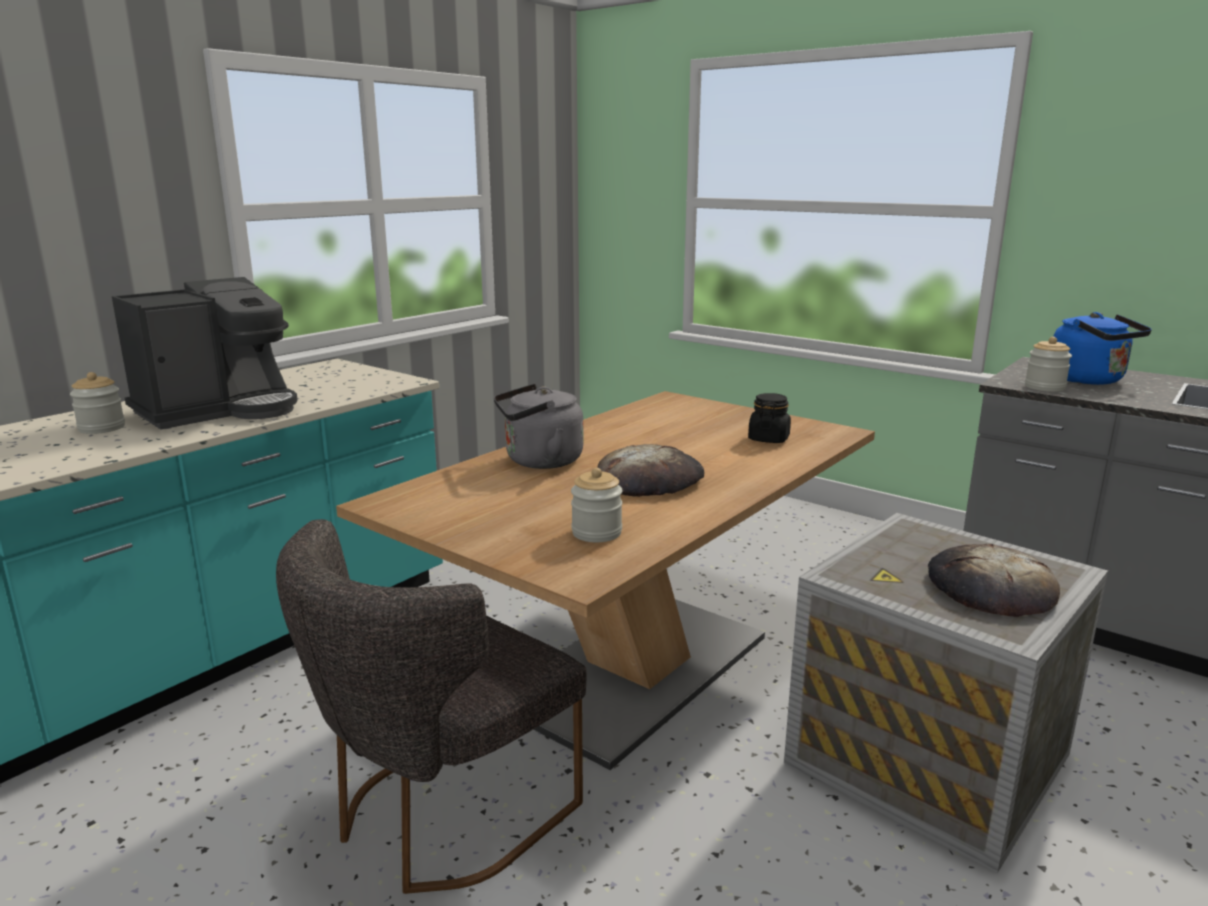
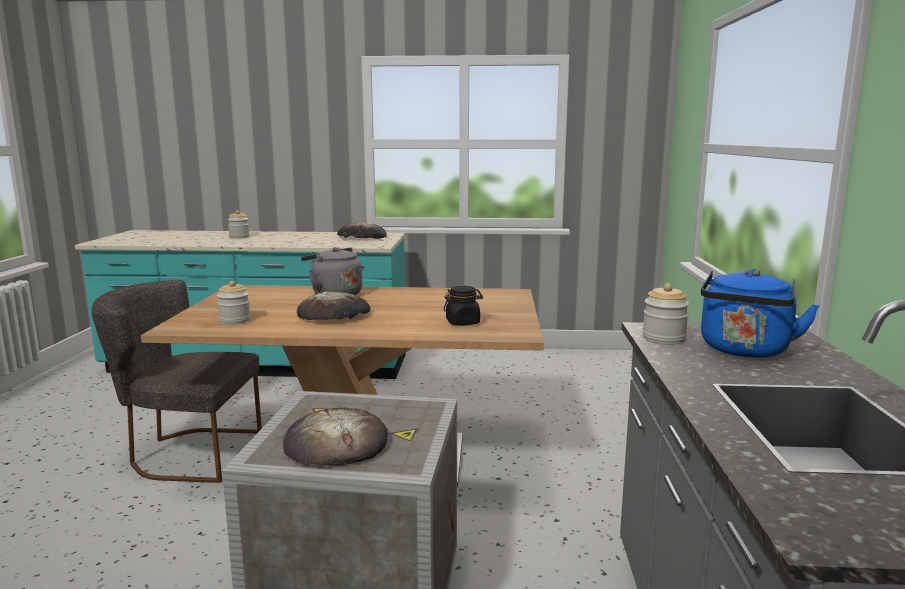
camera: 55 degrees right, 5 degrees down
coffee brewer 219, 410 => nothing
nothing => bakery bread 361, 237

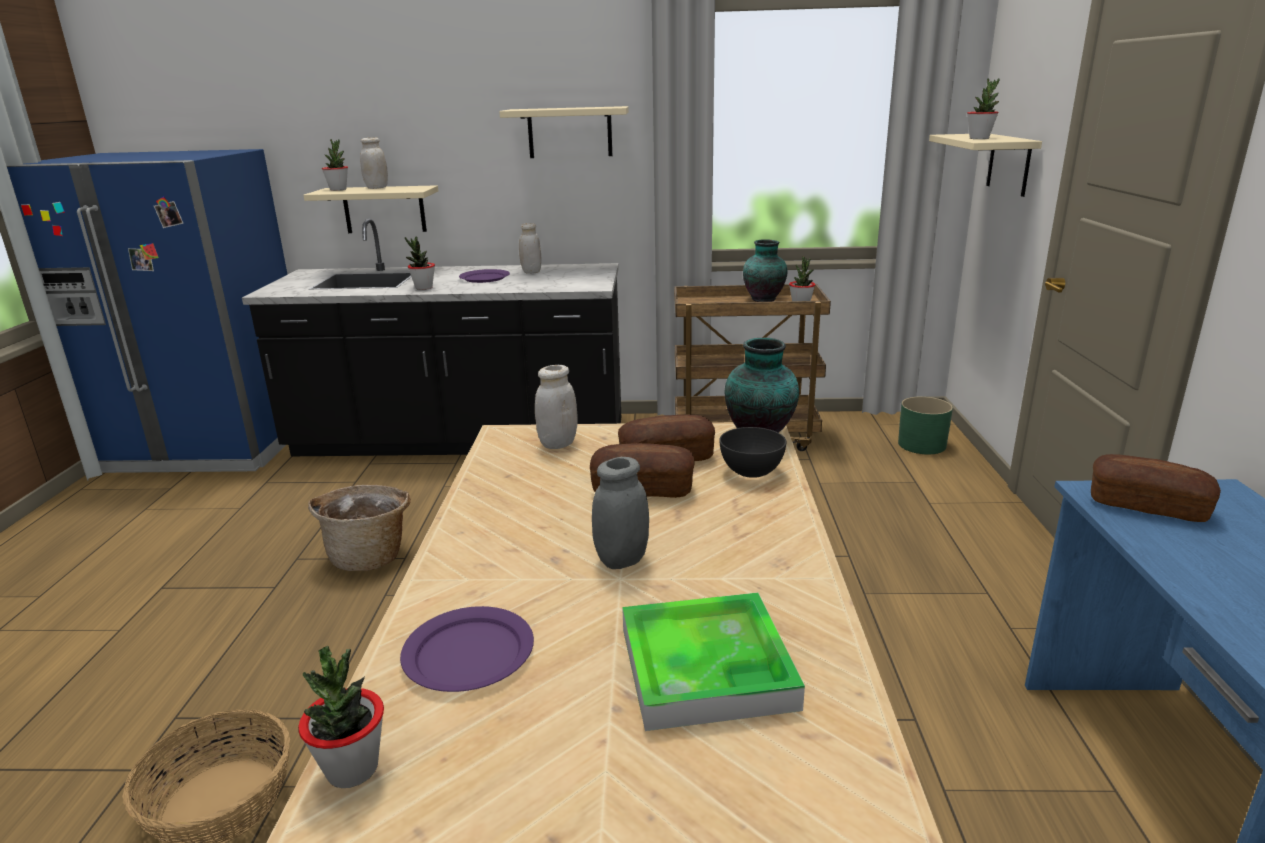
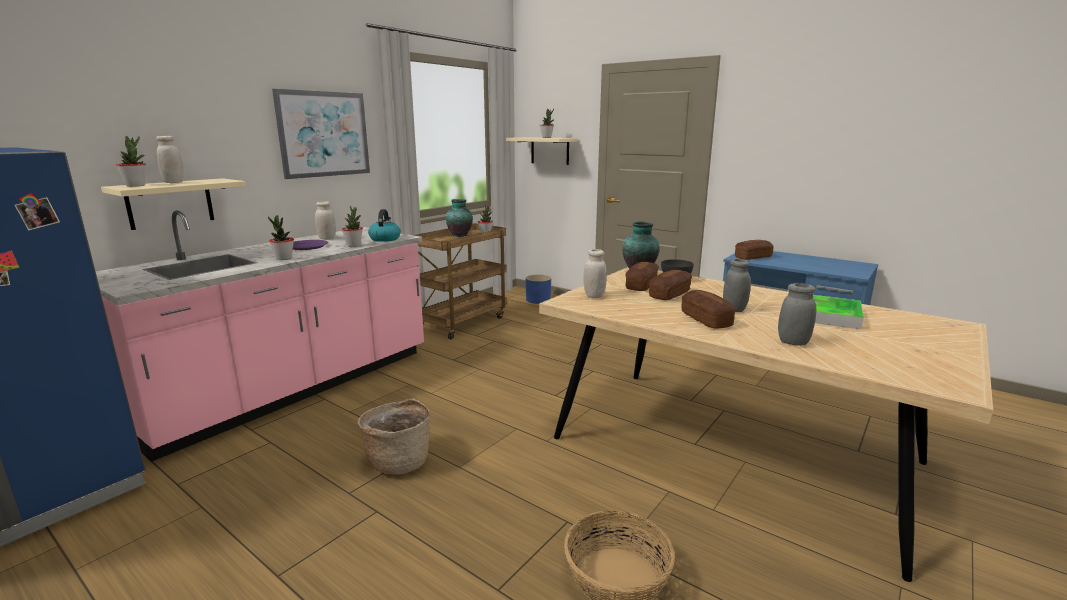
camera: 55 degrees left, 5 degrees down
shelf in sand-coloured 570, 132 => picture 324, 134
kitchen counter in blackish 461, 440 => kitchen counter in pink 293, 388
flower pot in greenish 922, 445 => flower pot in blue 538, 300
dinner plate in purplish 469, 653 => preserve jar in gray 793, 342
houseplant 352, 769 => houseplant 354, 245, moved
nothing => kettle 385, 239
nothing => bakery bread 706, 320

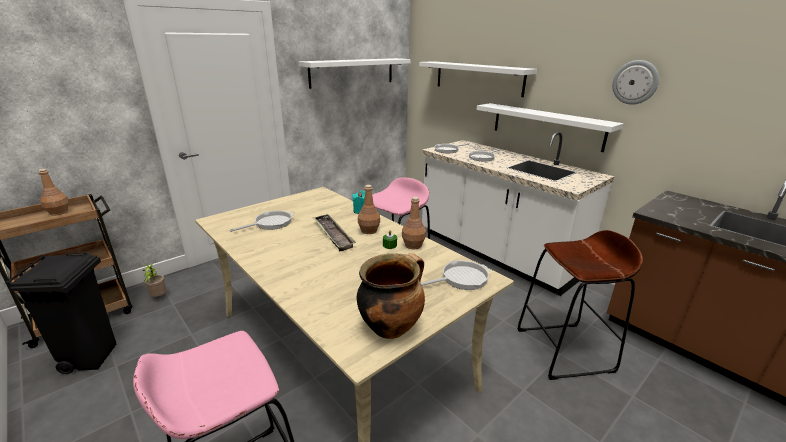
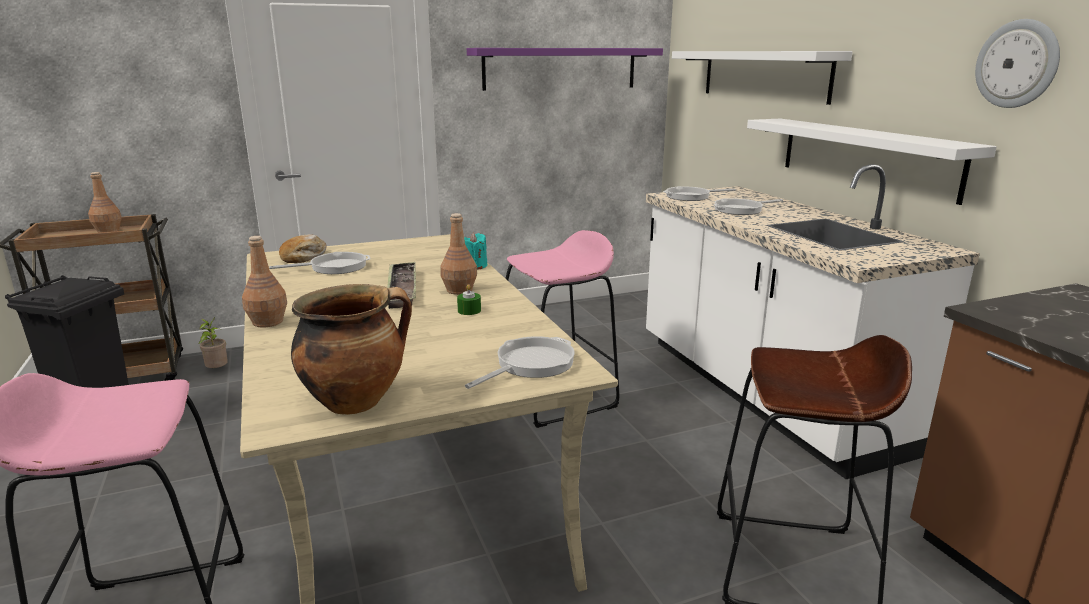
camera: 20 degrees right, 5 degrees down
shelf in white-coloured 352, 72 => shelf in purplish 560, 68
bottle in brown 413, 245 => bottle in brown 268, 322, moved
frying pan 461, 278 => frying pan 531, 364, 45 degrees counterclockwise
nothing => bakery bread 304, 257

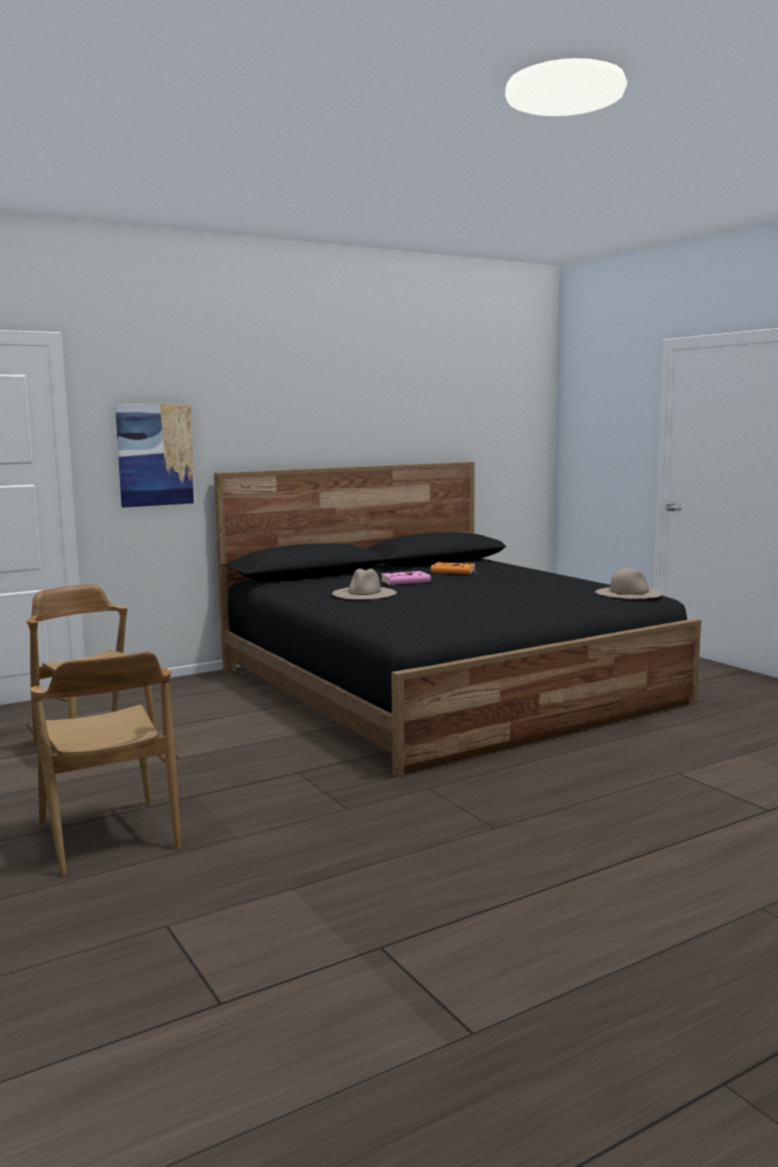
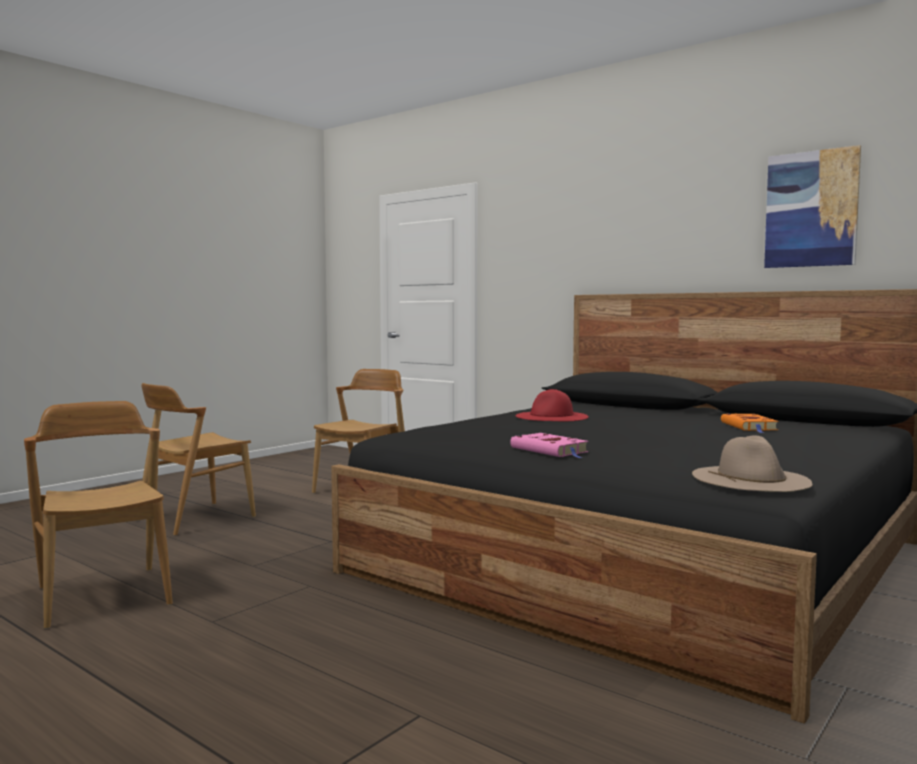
camera: 70 degrees right, 5 degrees down
picture 155, 455 => picture 811, 209, moved
clothing hat in sand-coloured 364, 593 => clothing hat in red 551, 416
bound book in pink 407, 581 => bound book in pink 551, 450, moved
nothing => chair in brown 104, 595

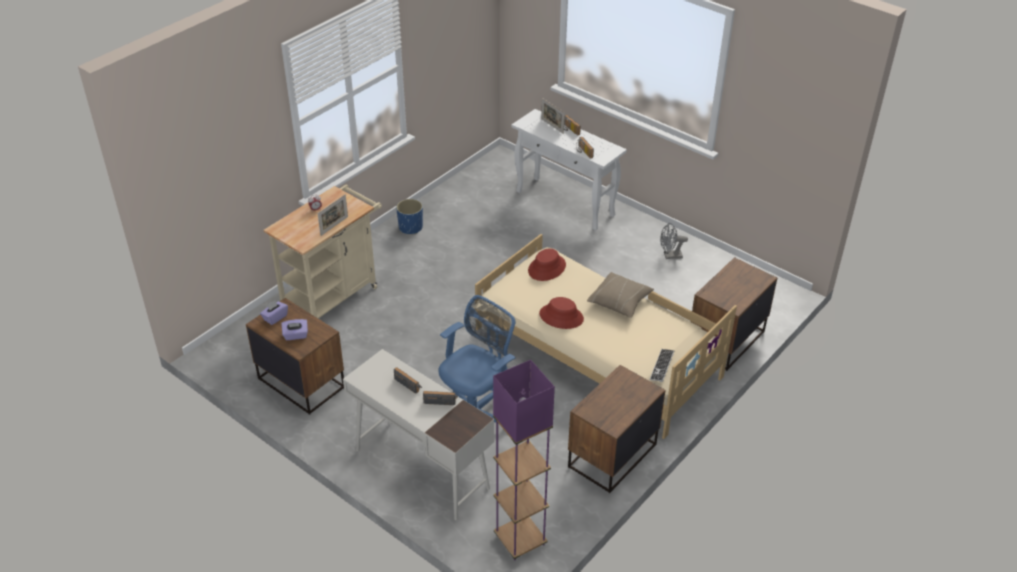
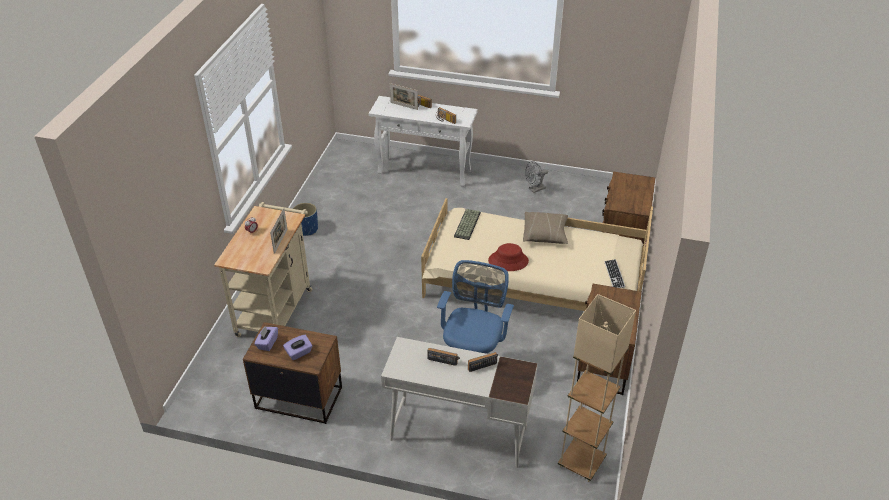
camera: 25 degrees left, 0 degrees up
clothing hat in red 547, 268 => PC keyboard 468, 225
standing lamp in purplish 520, 540 => standing lamp in sand-coloured 581, 462

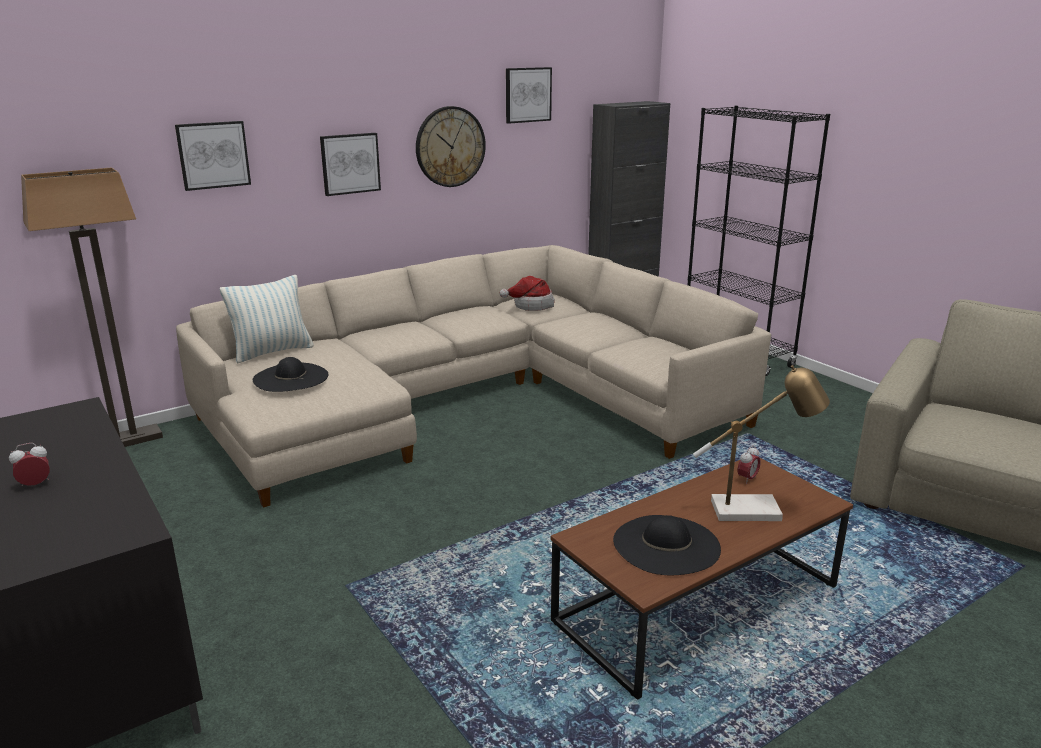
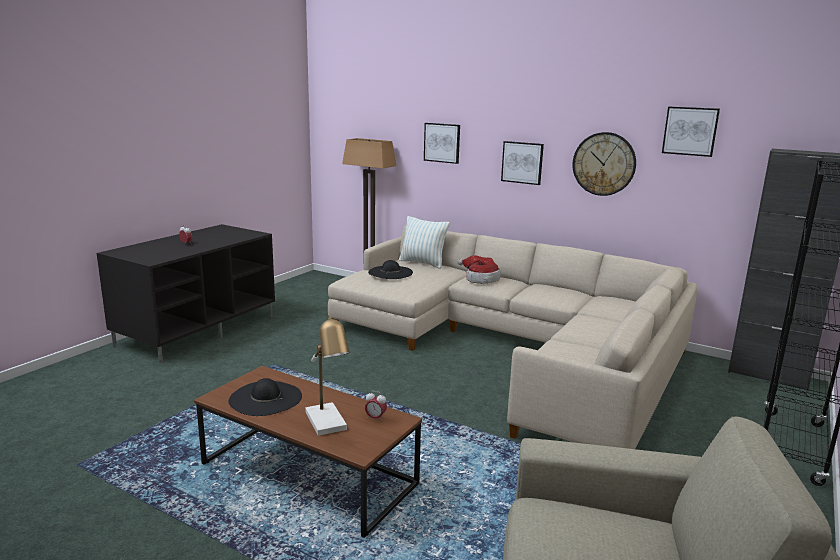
camera: 65 degrees right, 5 degrees down
clothing hat 531, 305 => clothing hat 480, 279, moved

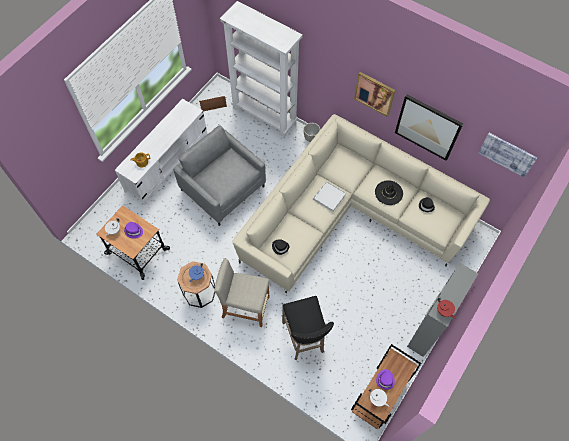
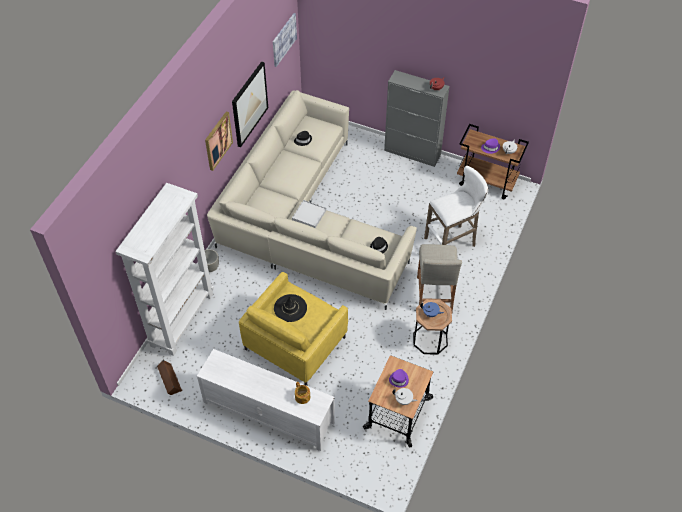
camera: 100 degrees left, 10 degrees down
lounge chair in gray 223, 188 => lounge chair in yellowish 295, 343
clothing hat in blackish 388, 193 => clothing hat in blackish 290, 308, moved
stool in blackish 304, 339 => stool in white-coloured 452, 241

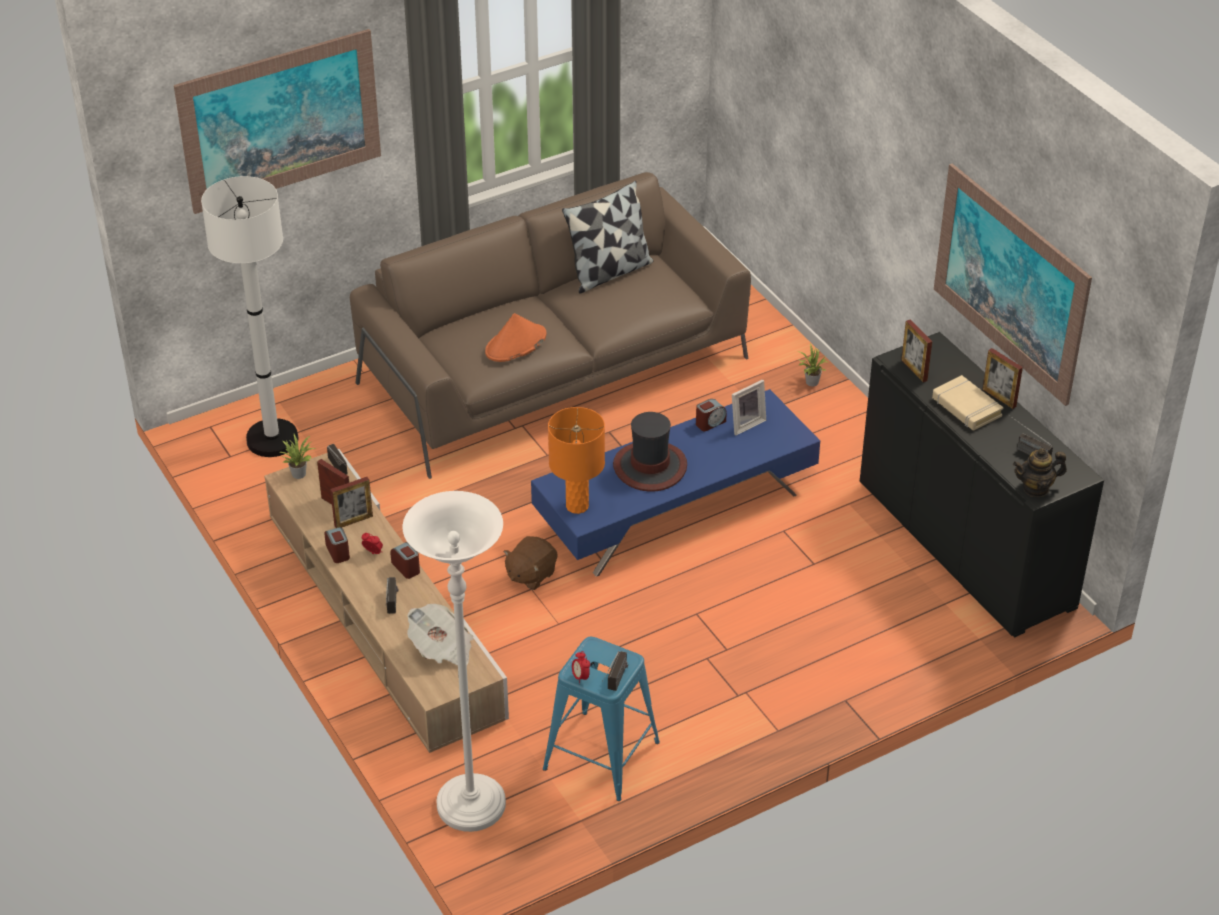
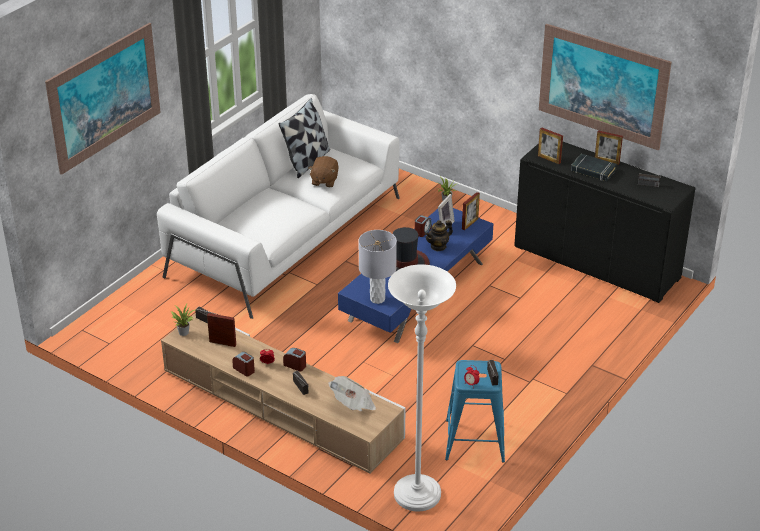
camera: 25 degrees left, 5 degrees down
sofa in brown 553, 370 => sofa in white-coloured 285, 236
standing lamp in white-coloured 272, 440 => nothing
clothing hat in orange 515, 344 => nothing
bound book in sand-coloured 966, 407 => bound book in blackish 593, 170
lamp for a table in orange 577, 506 => lamp for a table in gray 377, 299
tea pot 1036, 488 => tea pot 438, 246, moved
picture frame 353, 521 => picture frame 470, 224, moved
plush toy in brown 530, 574 => plush toy in brown 324, 181, moved

